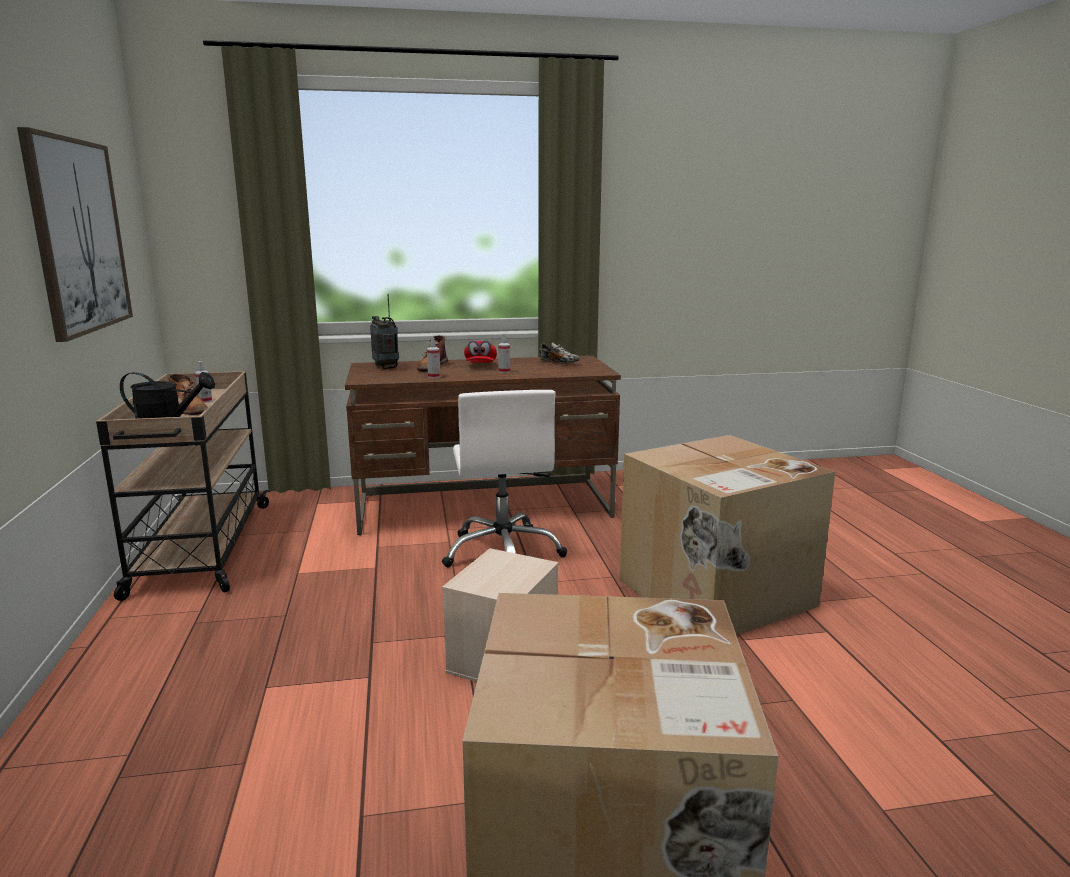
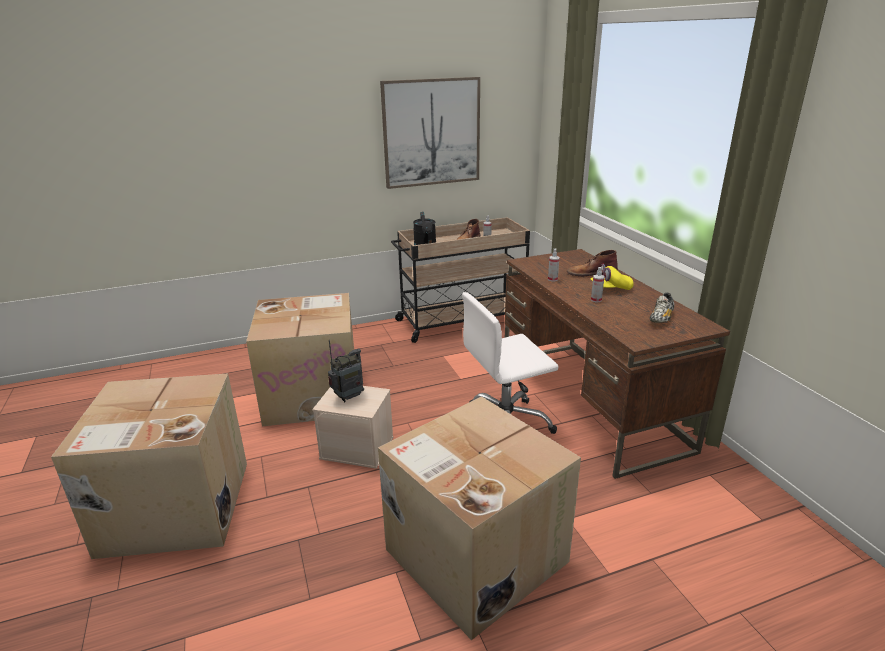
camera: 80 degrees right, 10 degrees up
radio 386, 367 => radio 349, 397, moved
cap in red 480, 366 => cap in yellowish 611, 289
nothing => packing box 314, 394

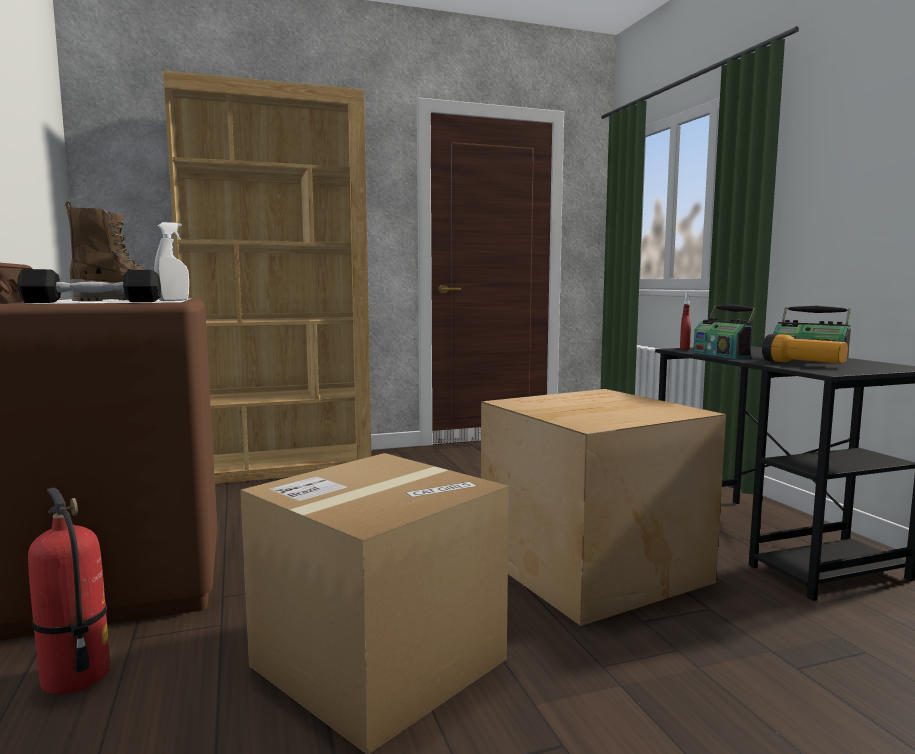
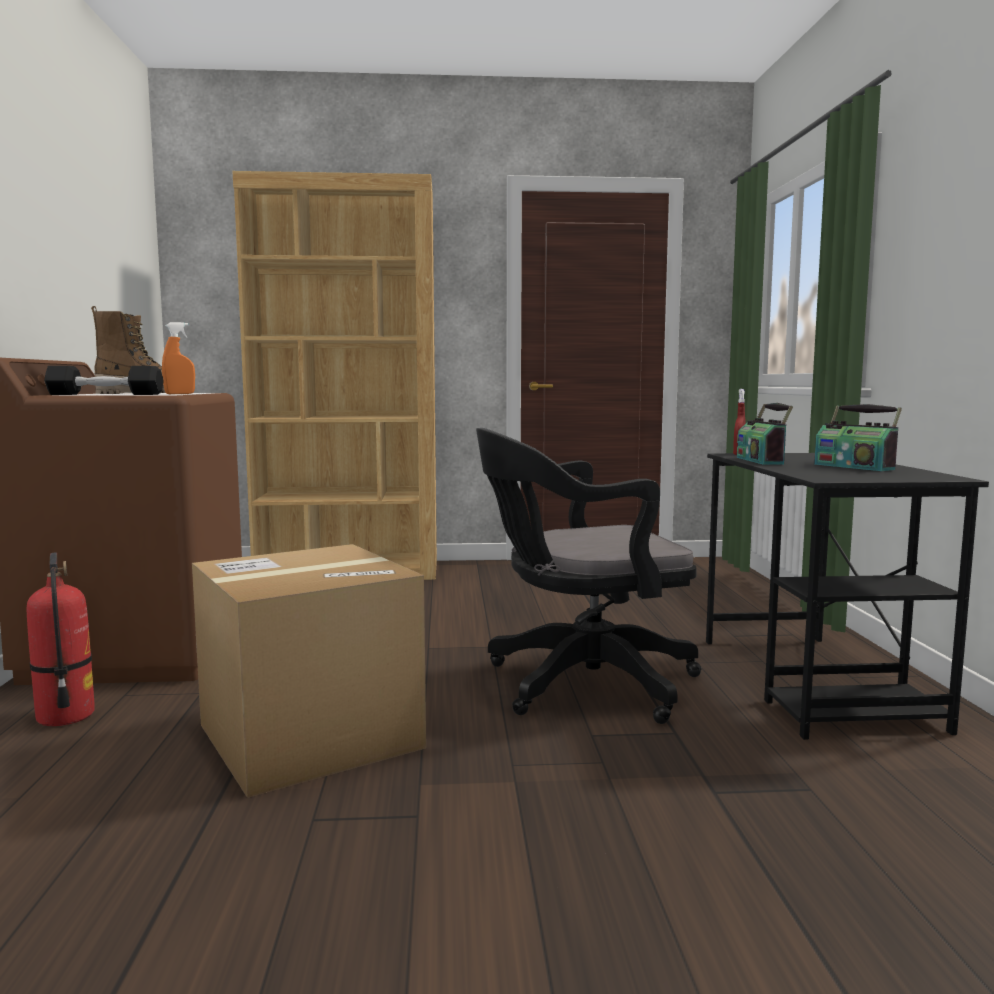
camera: 15 degrees right, 0 degrees up
sprayer in white-coloured 173, 300 => sprayer in orange 179, 394
torch 802, 364 => nothing
packing box 588, 567 => computer chair in blackish 580, 684

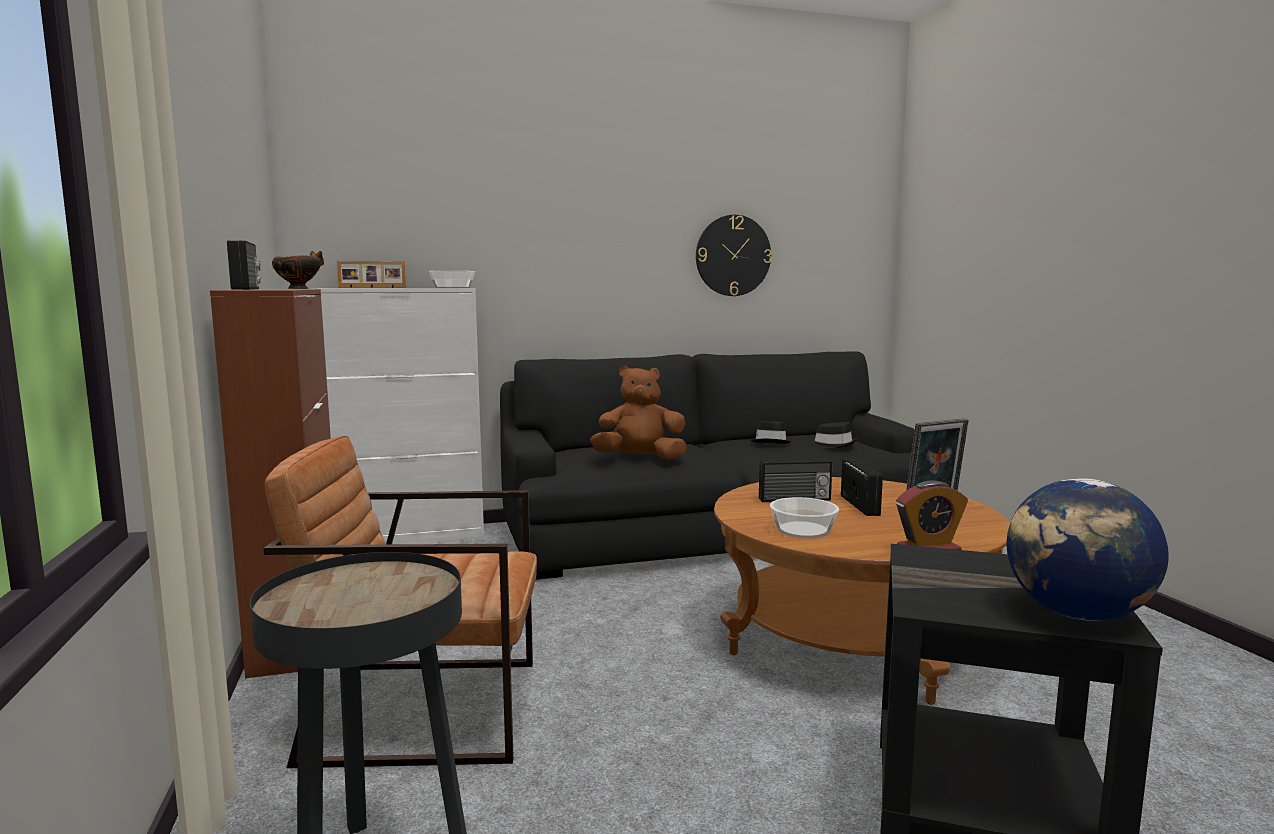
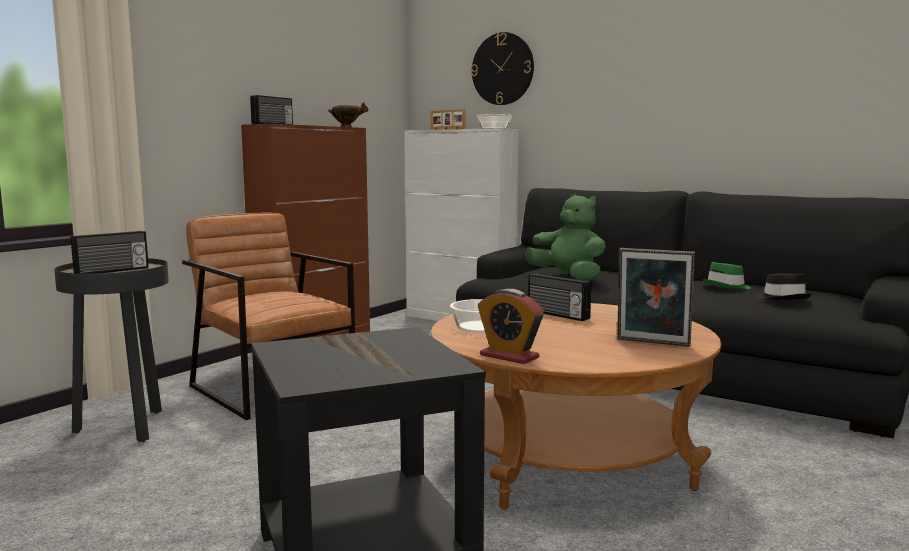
camera: 50 degrees right, 0 degrees up
wall clock 733, 255 => wall clock 502, 69, moved
plush toy in brown 640, 459 => plush toy in greenish 568, 277
clothing hat in blackish 771, 442 => clothing hat in greenish 727, 287
radio 861, 505 => radio 112, 271, moved
desk globe 1077, 614 => nothing

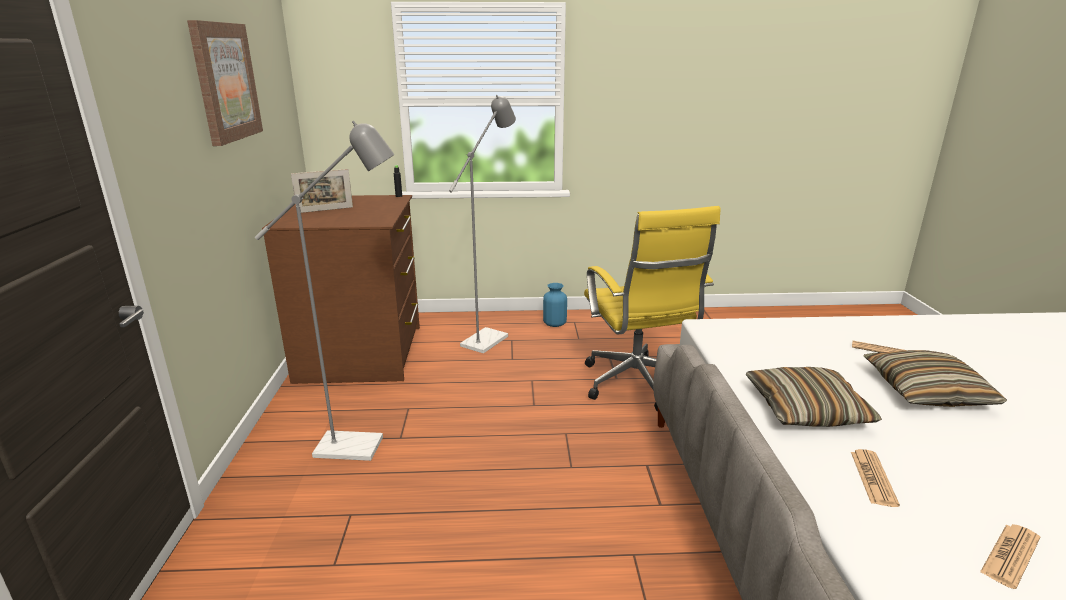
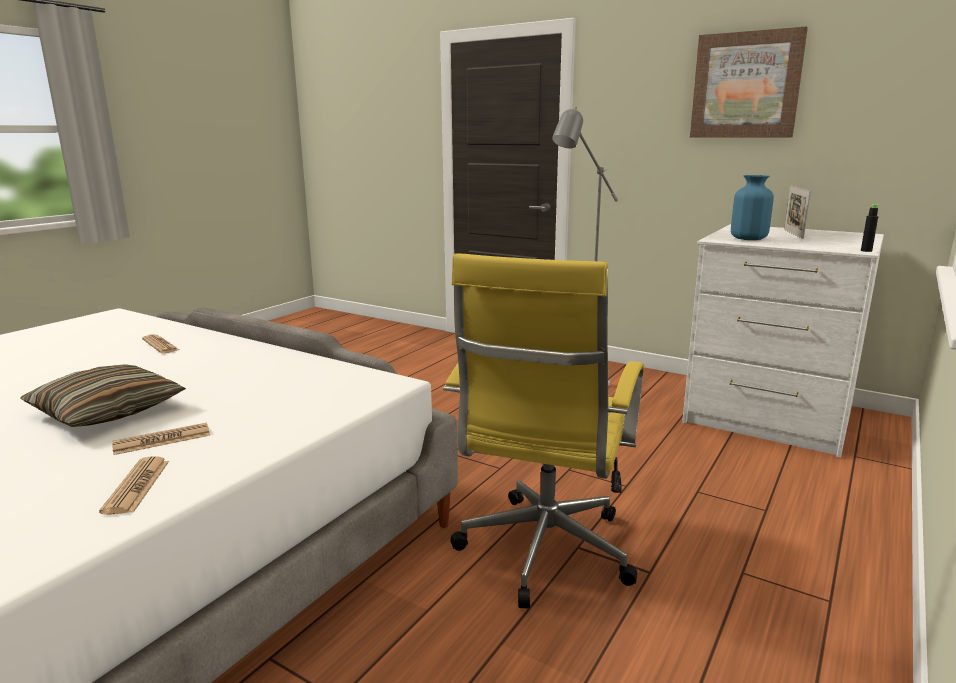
camera: 125 degrees right, 5 degrees down
standing lamp in gray 489, 337 => nothing
chest of drawers in brown 363, 353 => chest of drawers in white-coloured 767, 416
computer chair in yellowish 637, 385 => computer chair in yellowish 543, 554, 90 degrees counterclockwise
flower vase in blue 554, 323 => flower vase in blue 748, 238, moved
pillow 806, 409 => nothing
printed paper 1010, 555 => printed paper 137, 486, moved

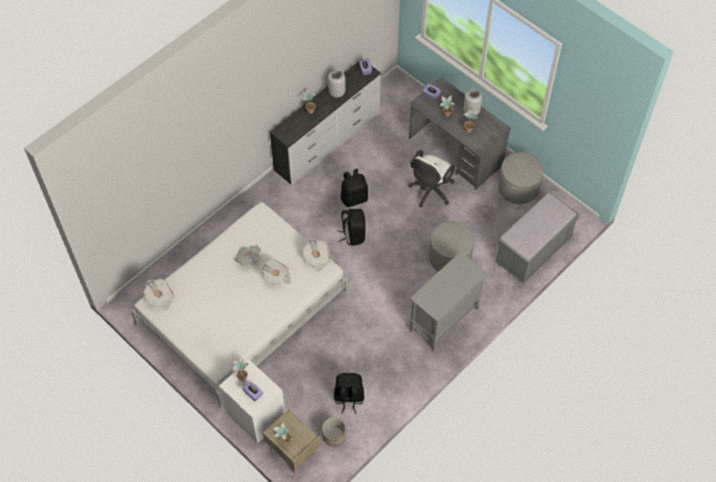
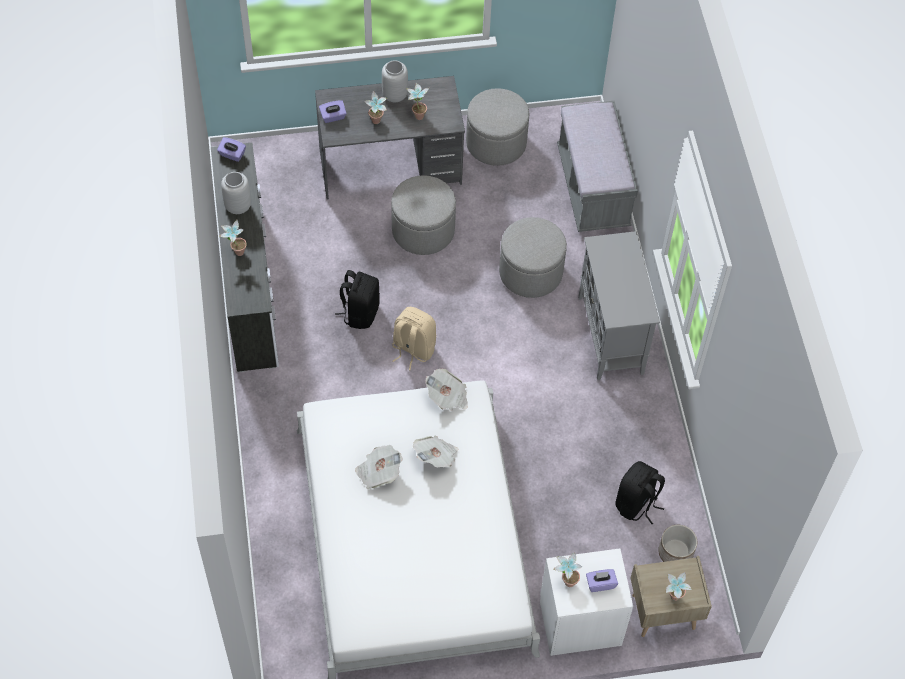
camera: 55 degrees left, 0 degrees up
computer chair in white-coloured 430, 192 => pouffe in gray 423, 230
backpack in blackish 353, 235 => backpack in sand-coloured 413, 349
printed paper 160, 298 => nothing

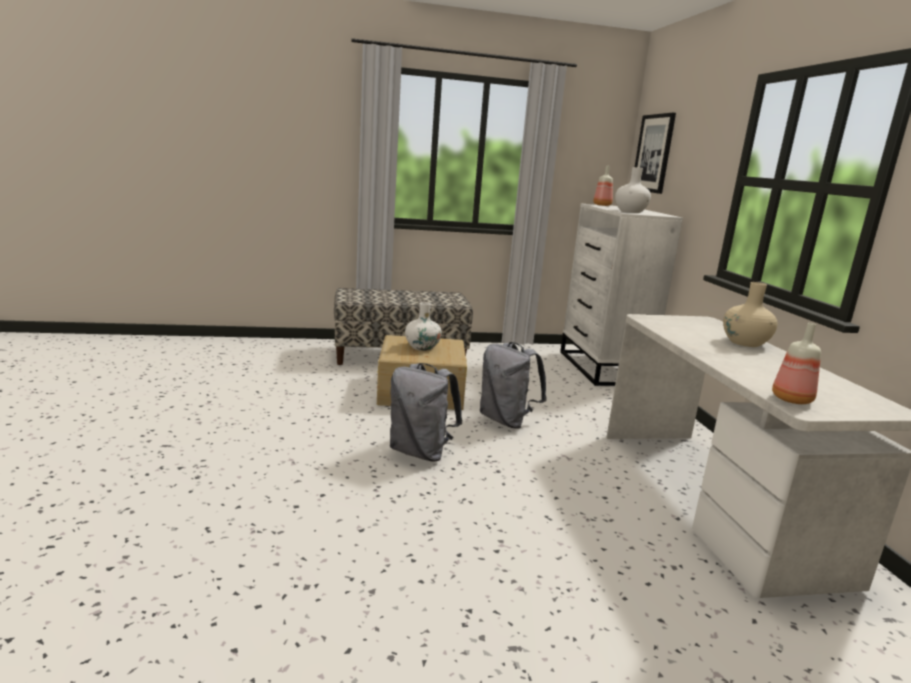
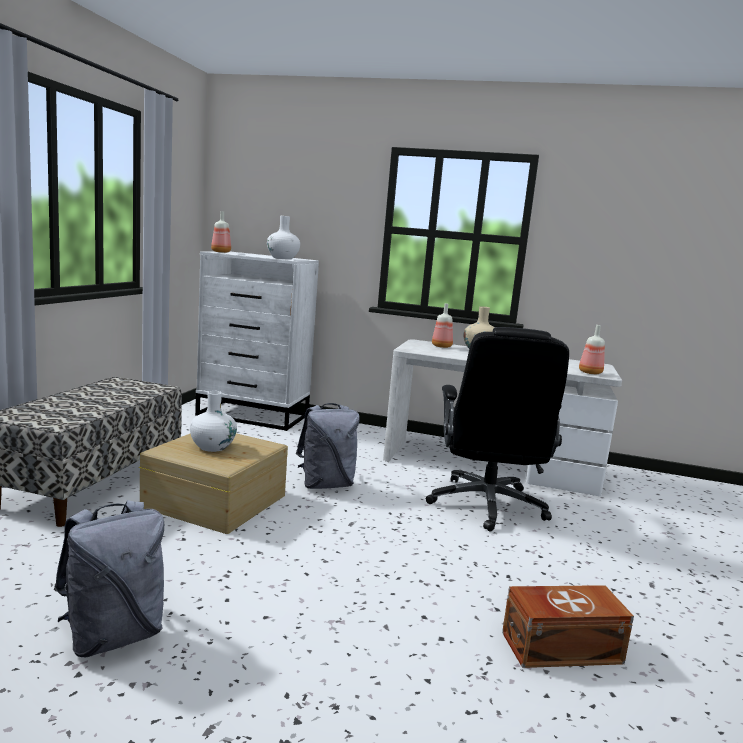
camera: 65 degrees left, 5 degrees down
picture 653, 153 => nothing
backpack in gray 420, 452 => backpack in gray 113, 636, moved
nothing => bottle 442, 346
nothing => computer chair in blackish 487, 505
nothing => storage box in brown 559, 647

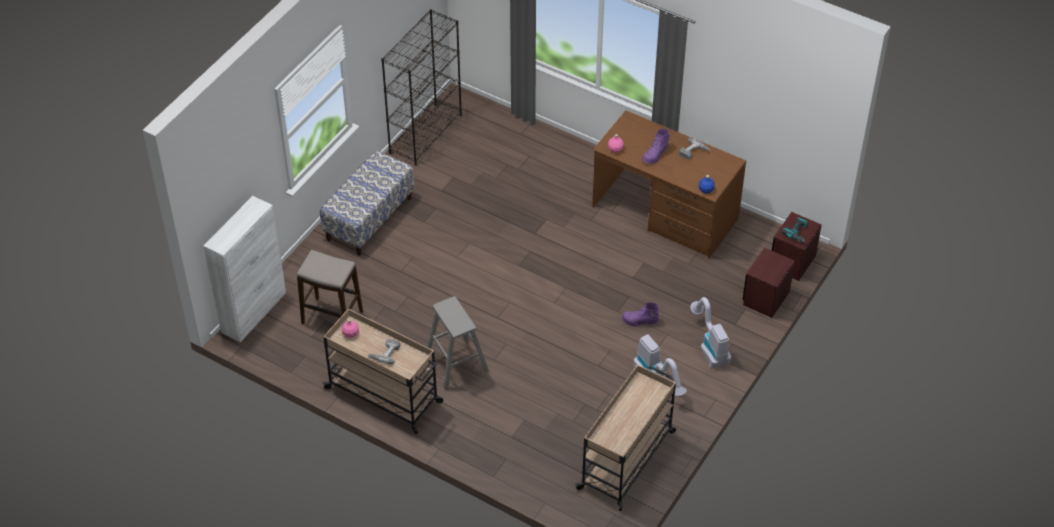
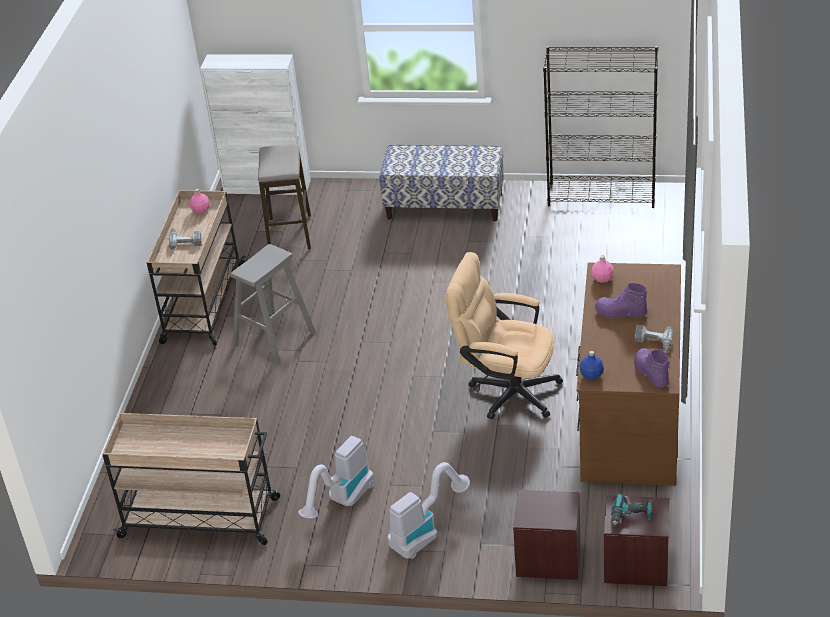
camera: 70 degrees right, 10 degrees down
tall boot in purplish 639, 321 => tall boot in purplish 650, 373, moved
nothing => computer chair in sand-coloured 506, 391

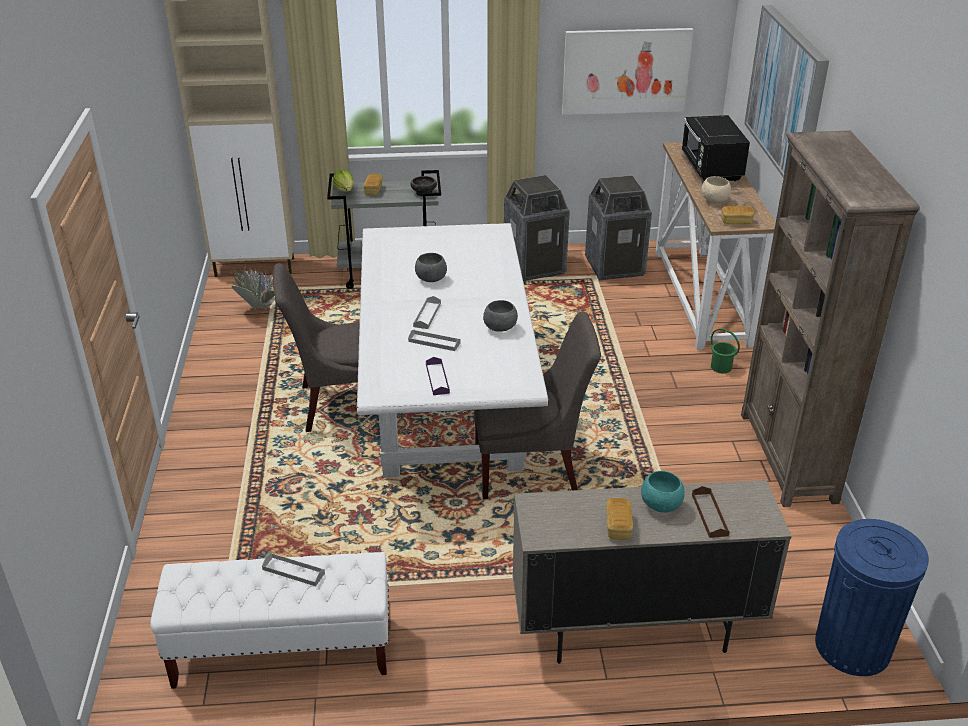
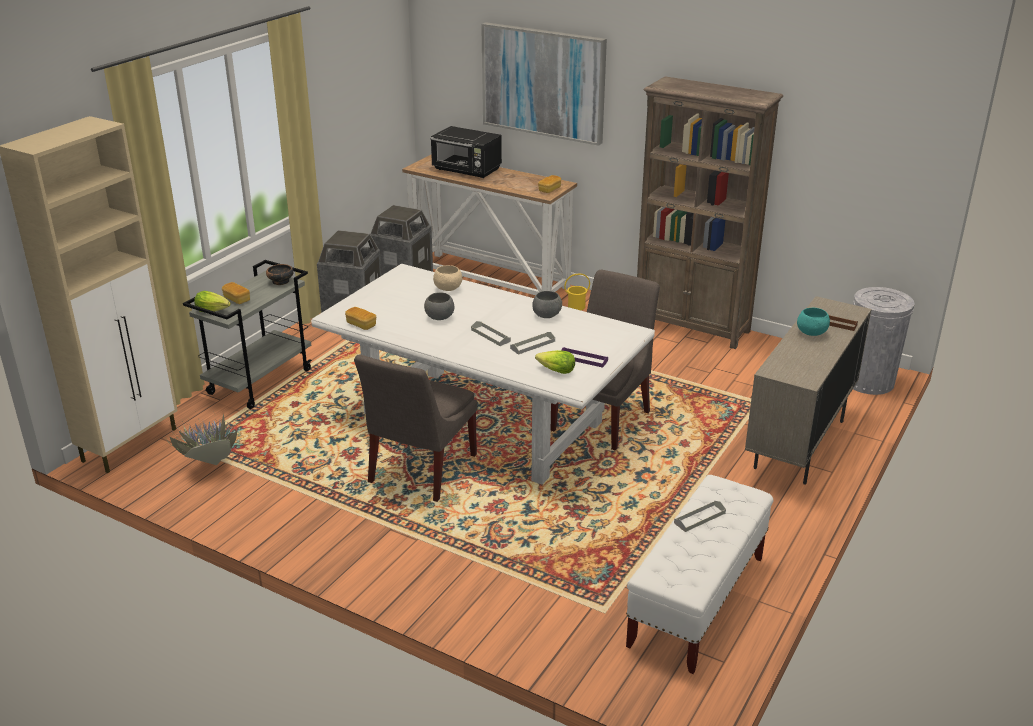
camera: 55 degrees left, 5 degrees down
picture 625, 71 => nothing
bowl in sand-coloured 714, 201 => bowl in sand-coloured 448, 289, moved
pail in greenish 721, 367 => pail in yellowish 576, 306
bakery bread 618, 527 => bakery bread 361, 325, moved
trash can in blue 852, 646 => trash can in gray 868, 381
nothing => head of lettuce 556, 371

